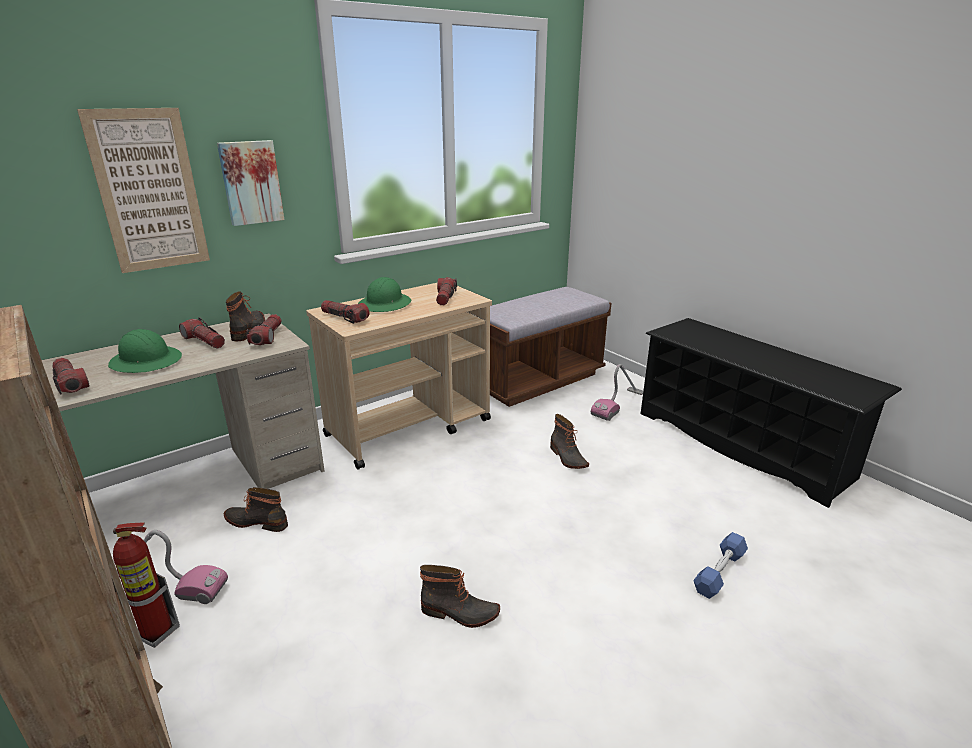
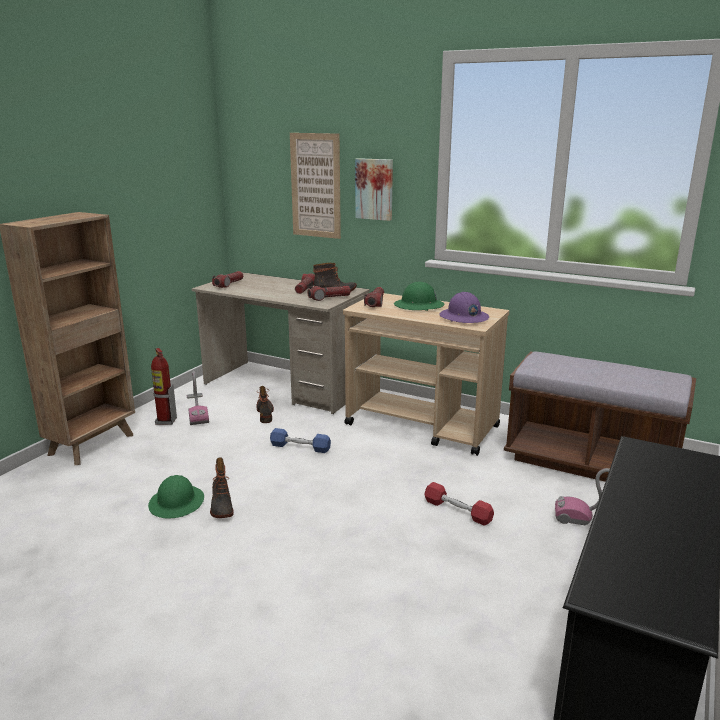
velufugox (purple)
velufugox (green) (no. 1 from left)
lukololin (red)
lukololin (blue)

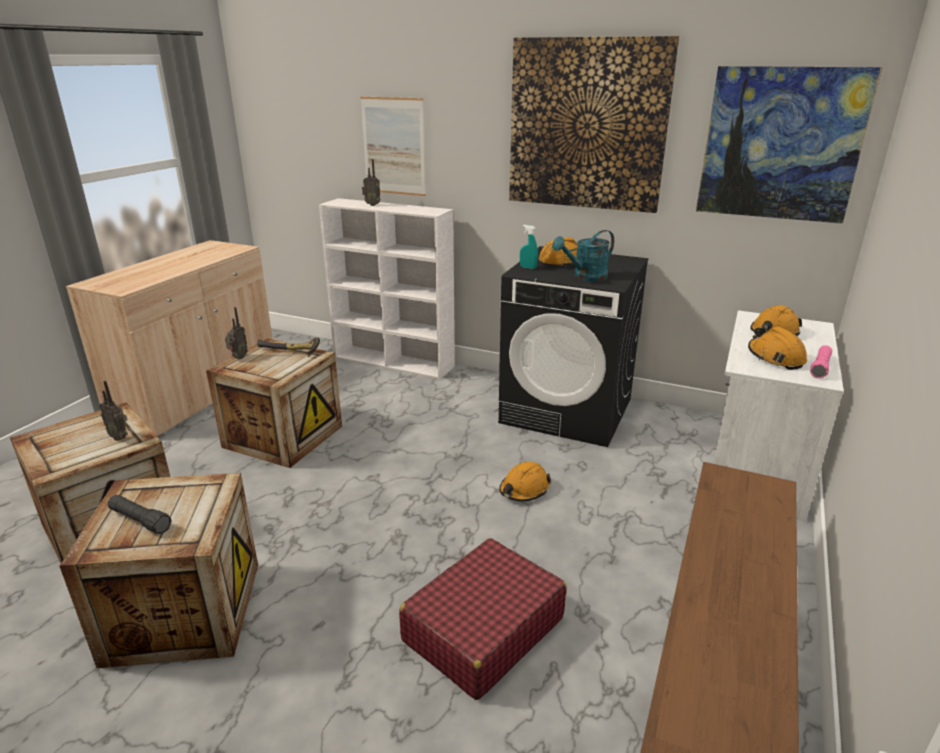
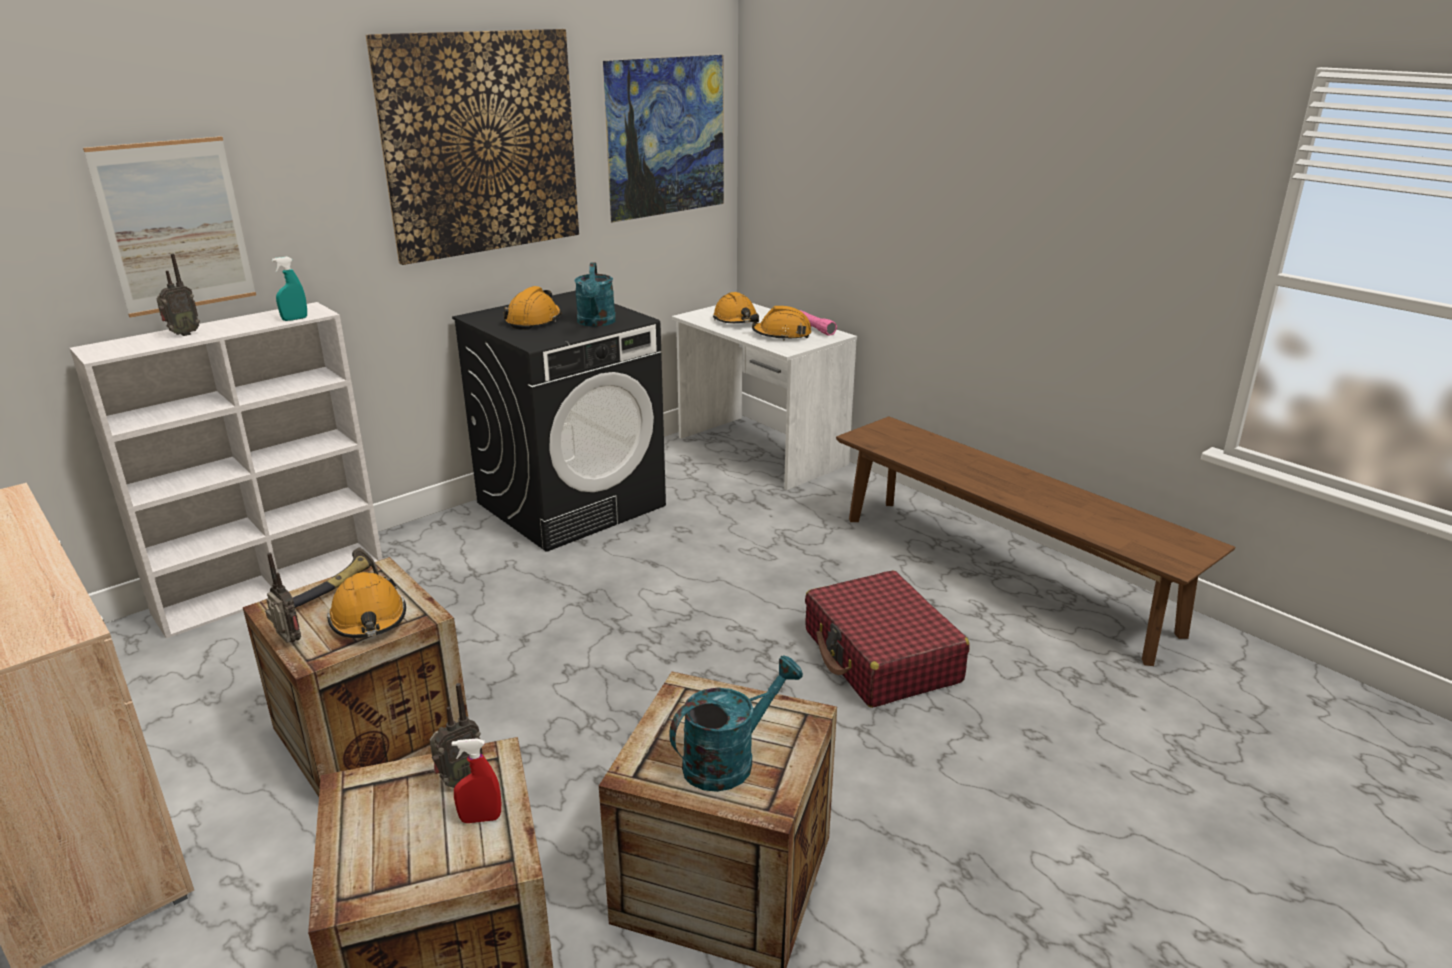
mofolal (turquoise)
velufugox (orange) (no. 1 from left)
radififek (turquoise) (no. 2 from left)
mofolal (red)

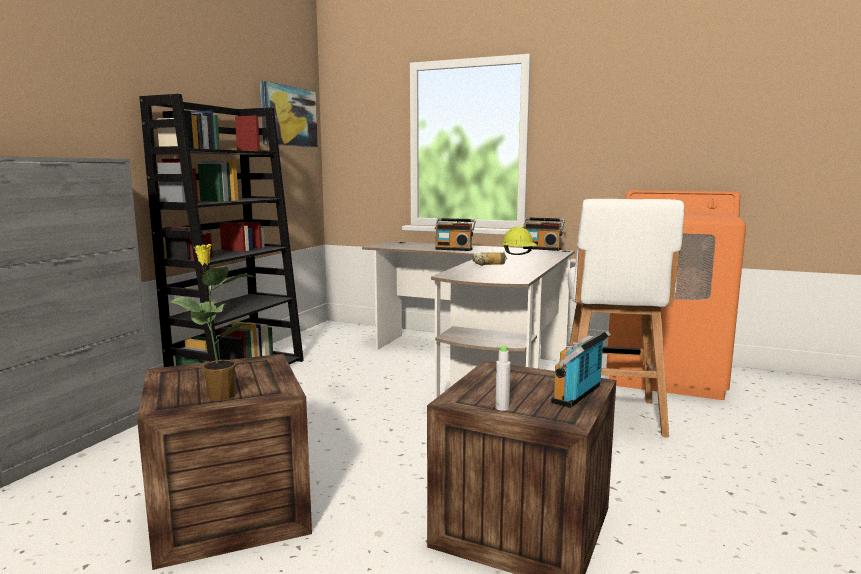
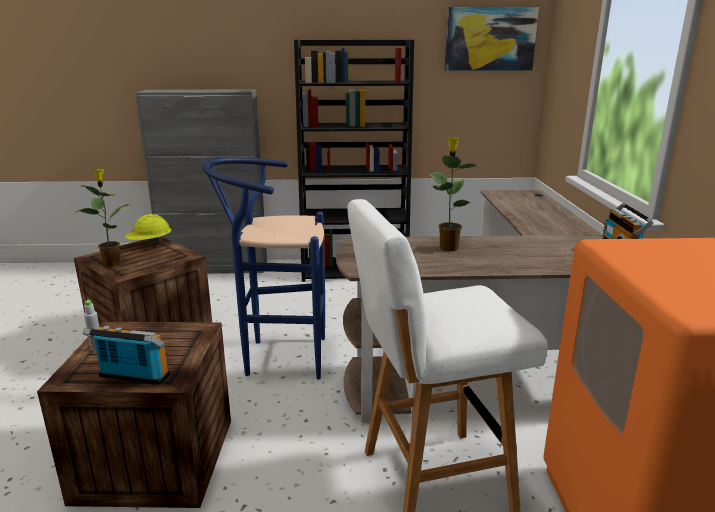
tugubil (no. 1 from left in the first image)
velufugox (yellow)
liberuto (no. 2 from left)
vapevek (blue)

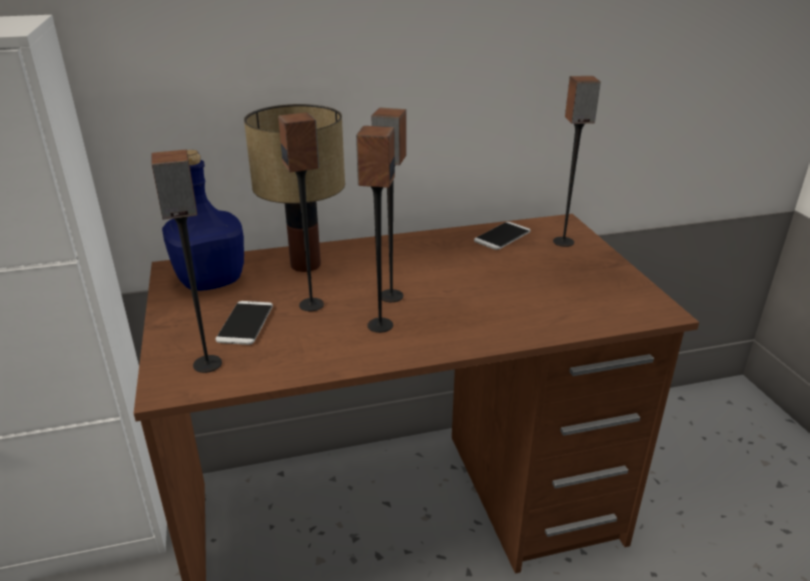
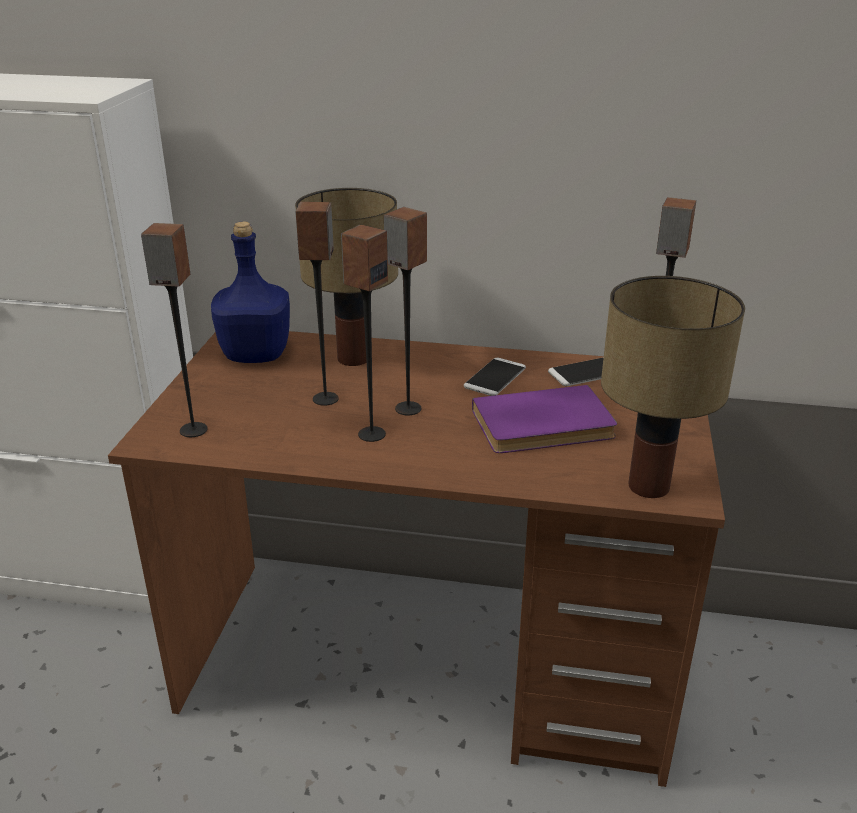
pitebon (no. 1 from left)
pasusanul (no. 2 from left)
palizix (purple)

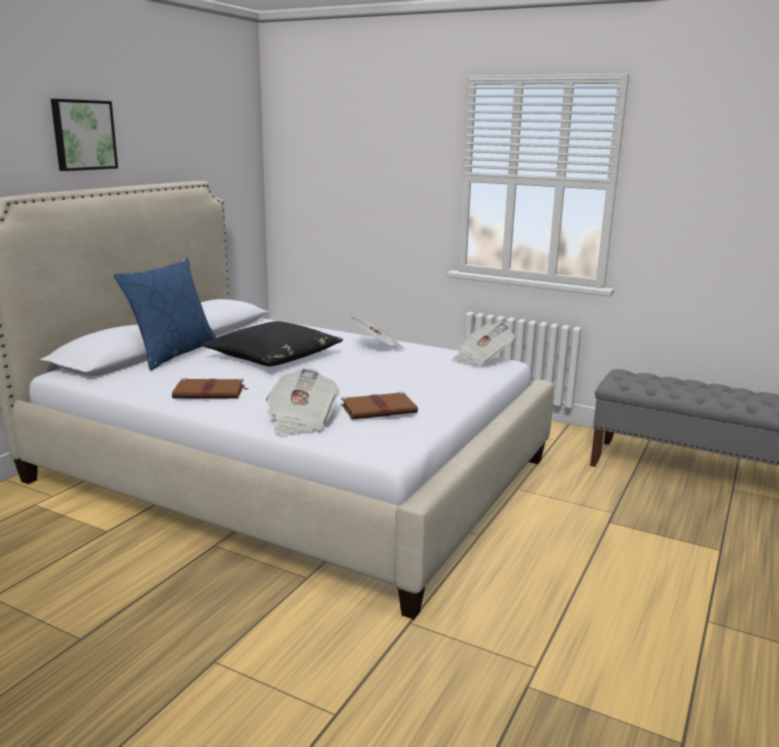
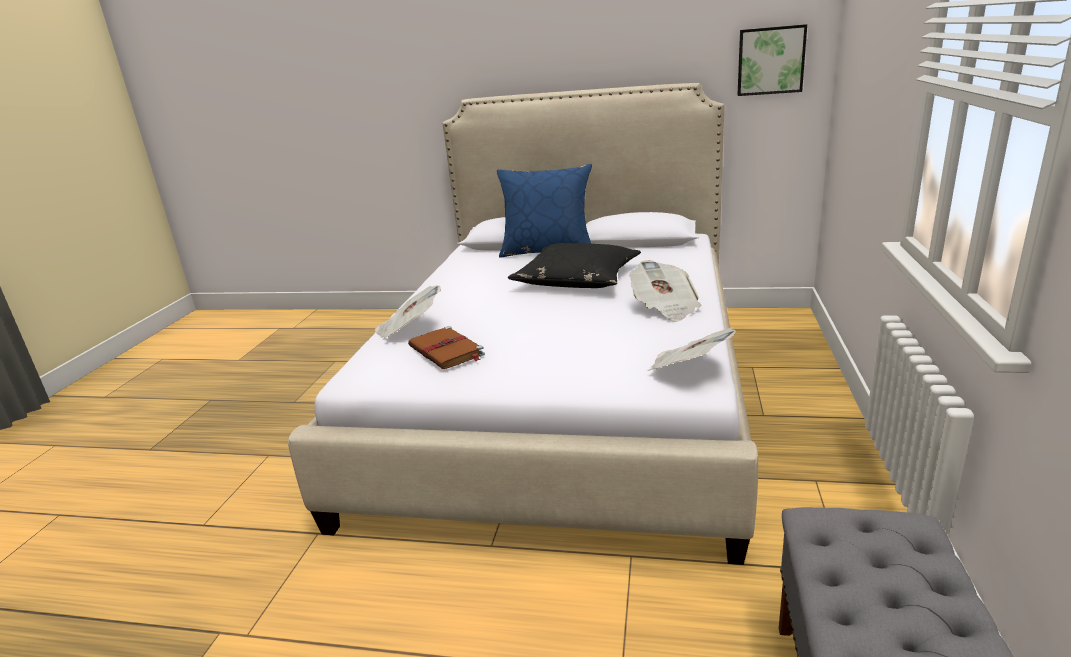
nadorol
palizix (brown) (no. 1 from left in the first image)

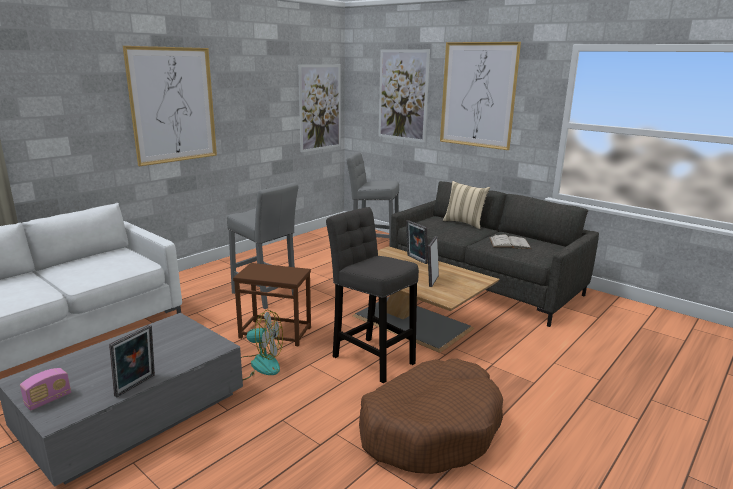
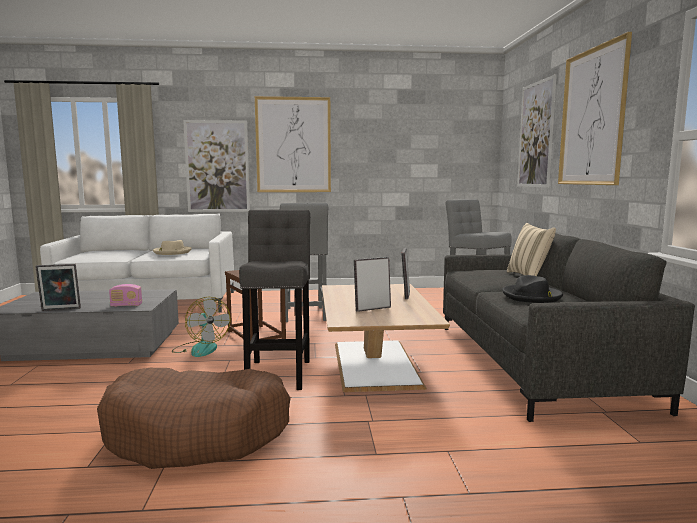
nadorol (no. 1 from left)
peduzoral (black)
tugubil
peduzoral (beige)

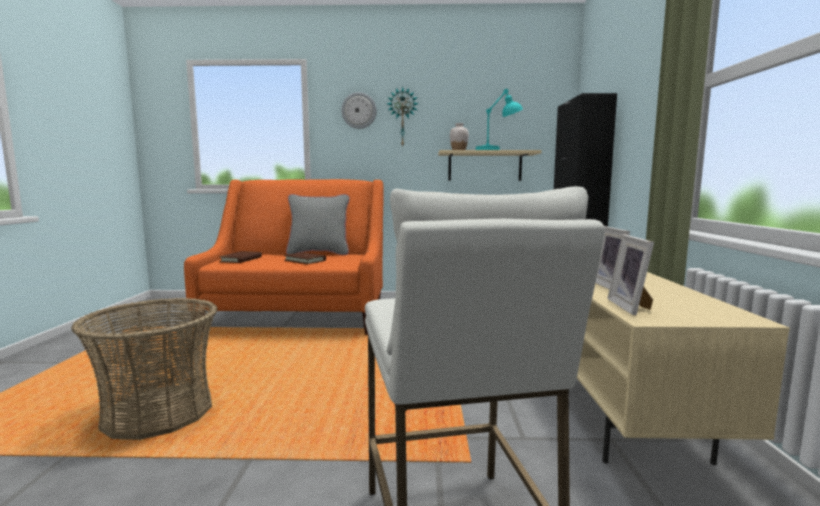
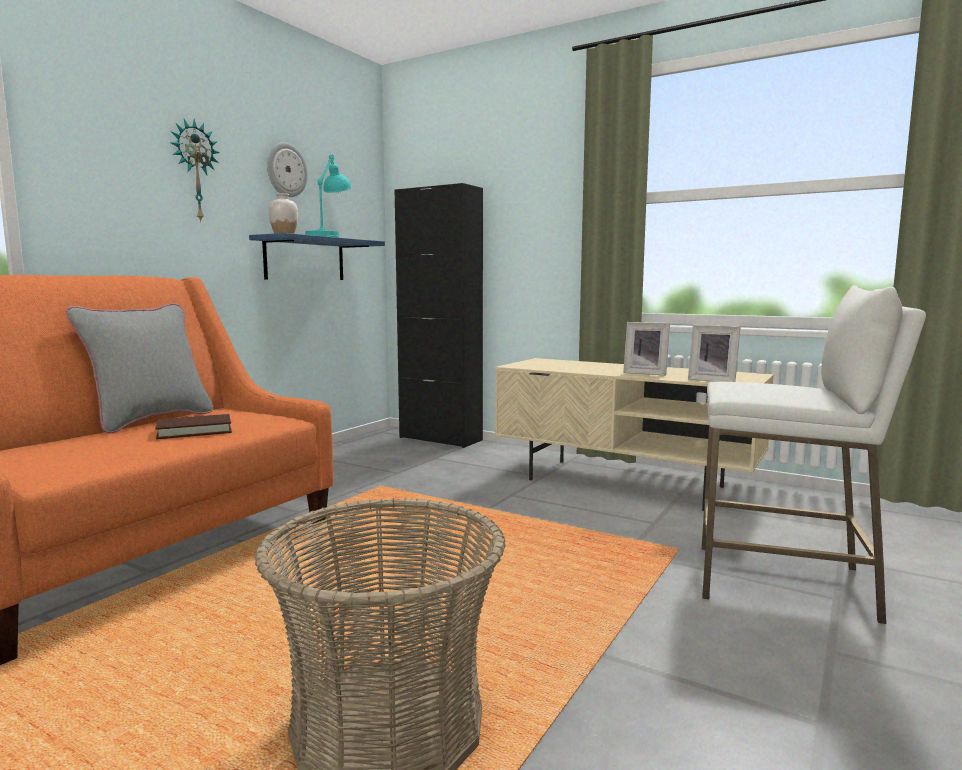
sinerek (no. 2 from left)
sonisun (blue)
palizix (brown) (no. 1 from left in the first image)

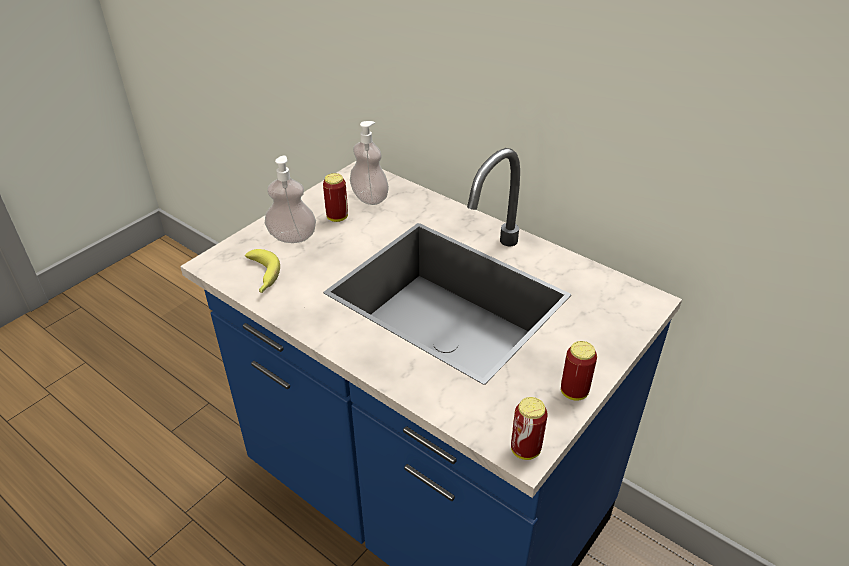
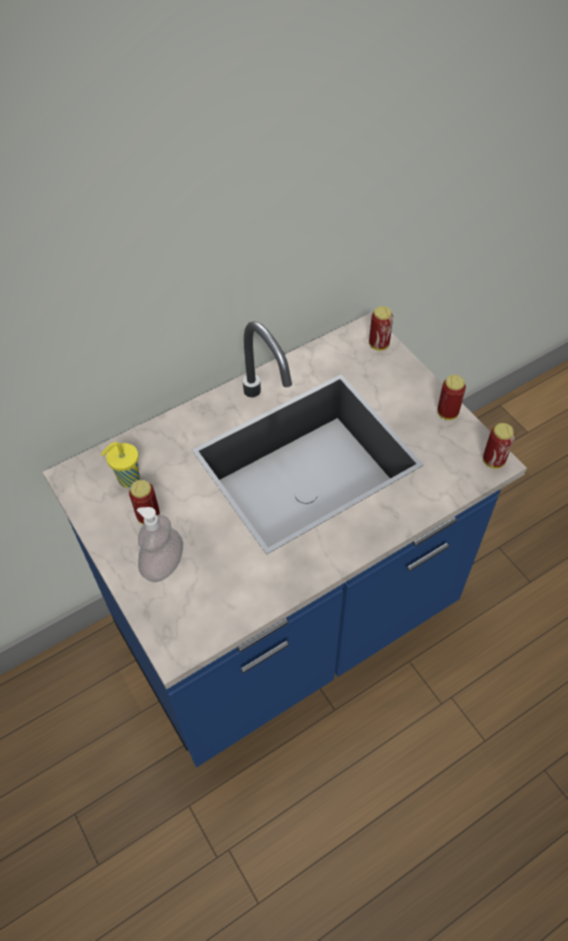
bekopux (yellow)
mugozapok
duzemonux (no. 2 from left)

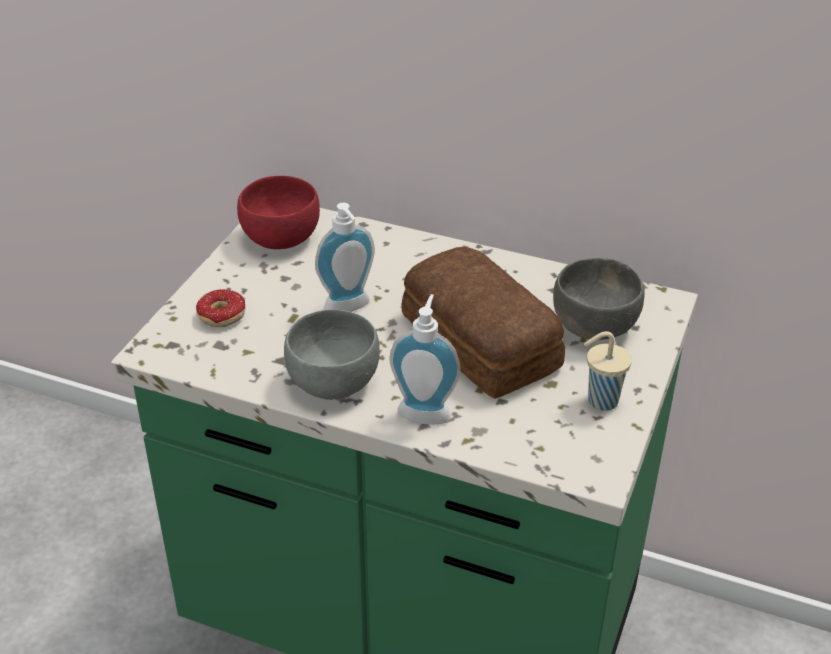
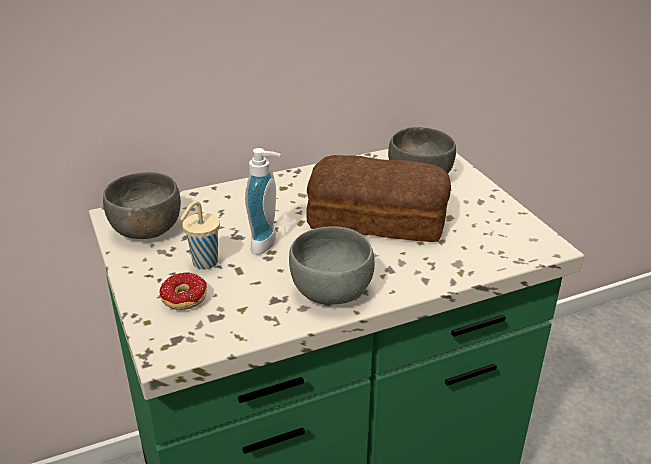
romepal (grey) (no. 1 from left)
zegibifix (no. 2 from left in the first image)
bekopux (beige)

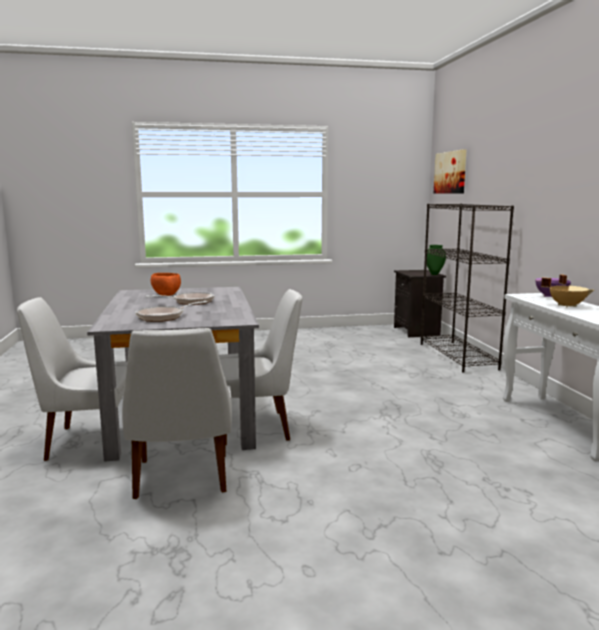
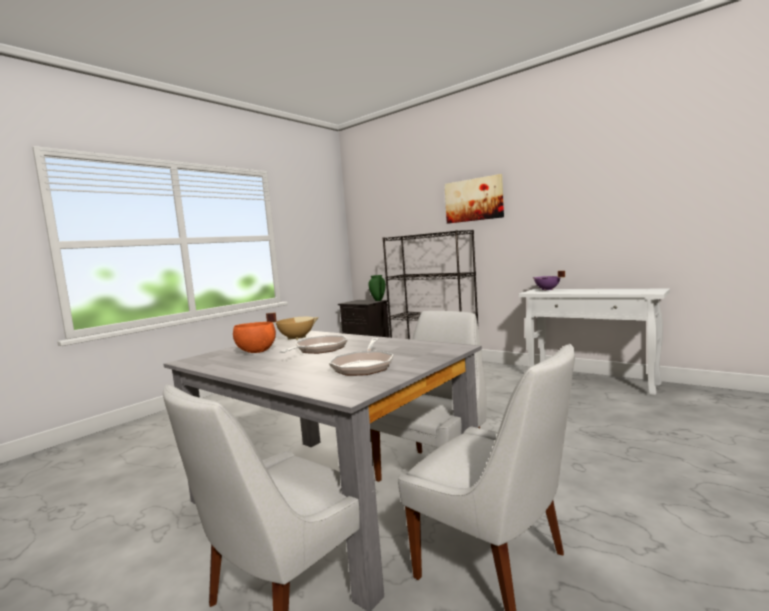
nadorol
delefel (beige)

